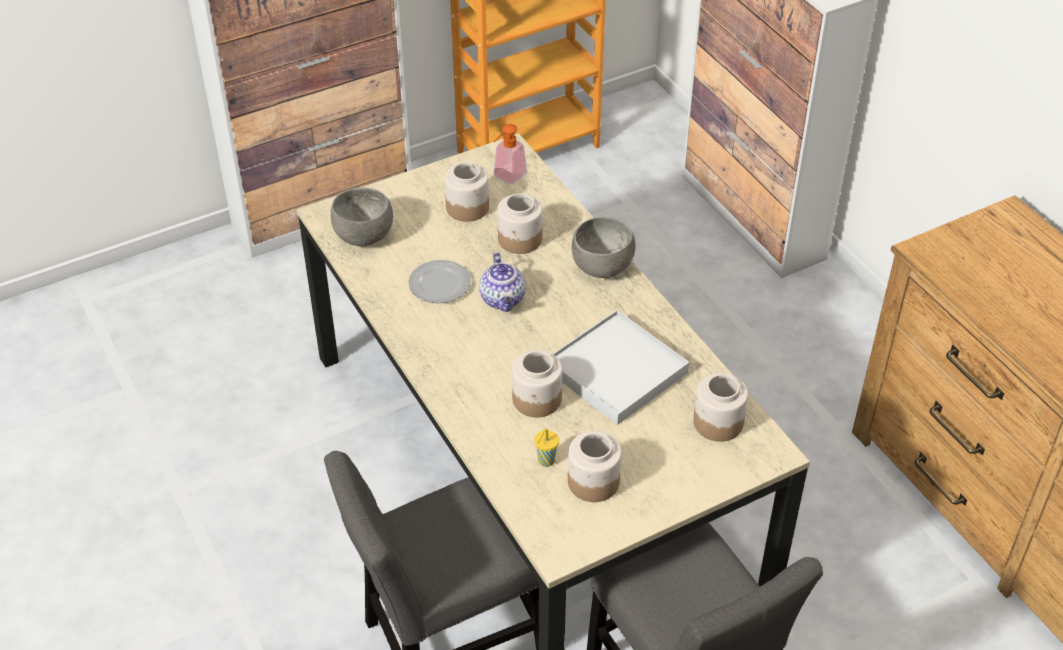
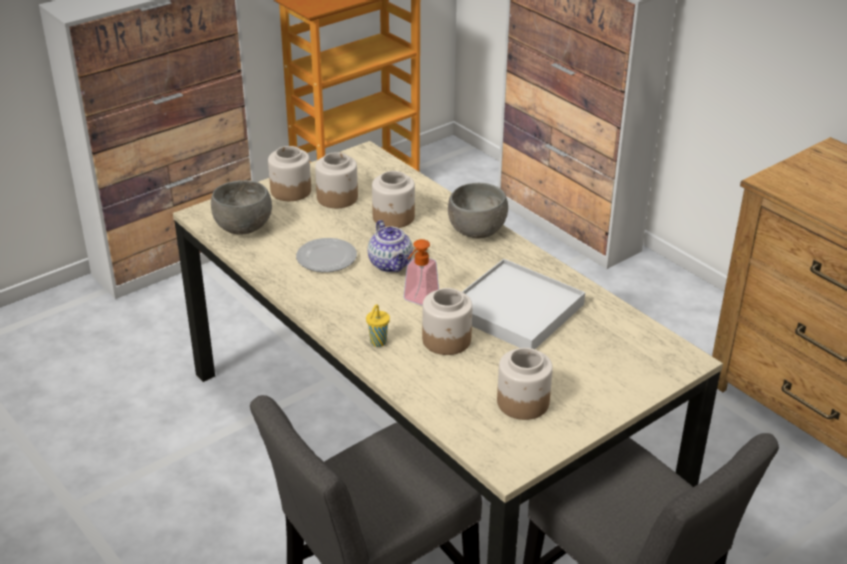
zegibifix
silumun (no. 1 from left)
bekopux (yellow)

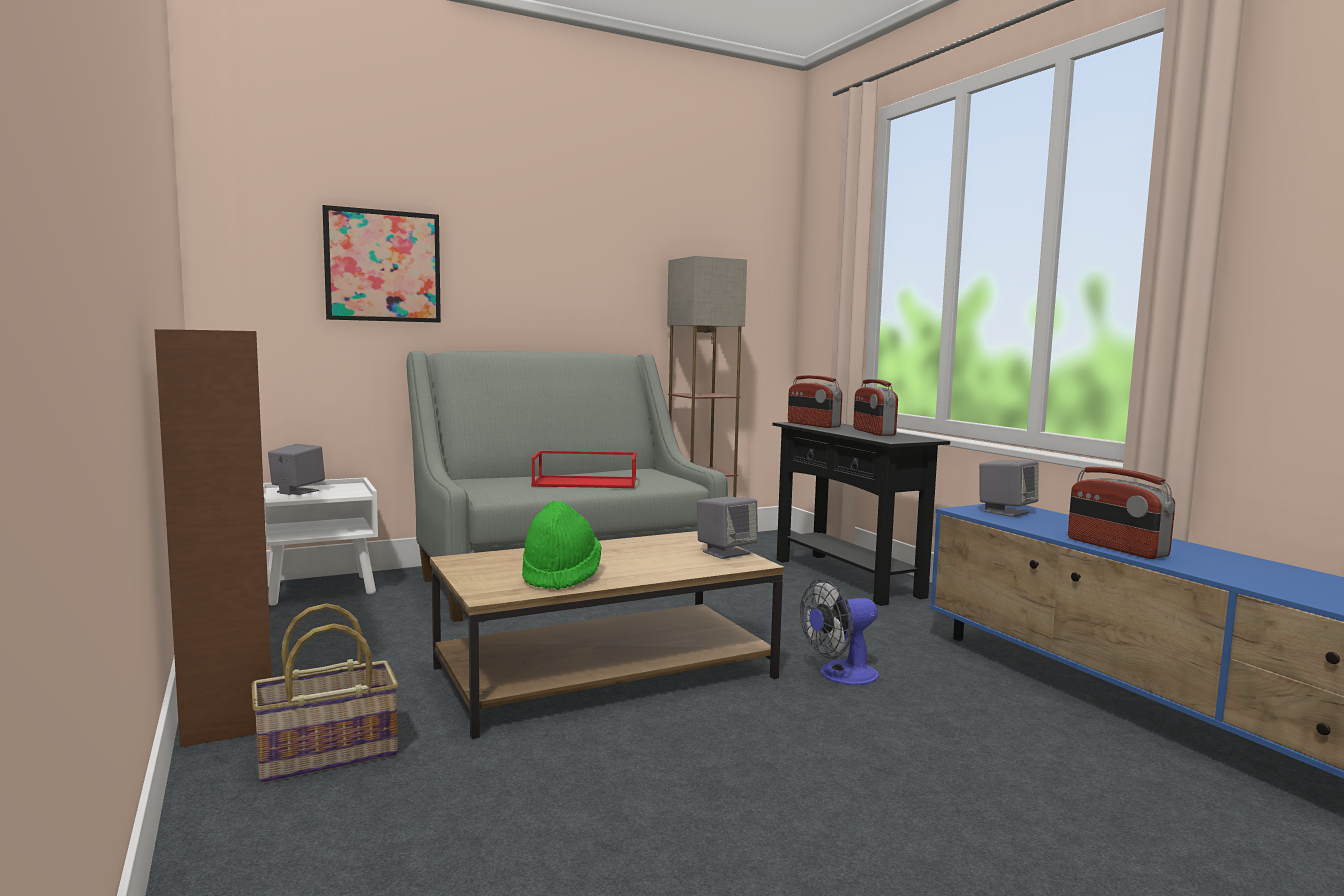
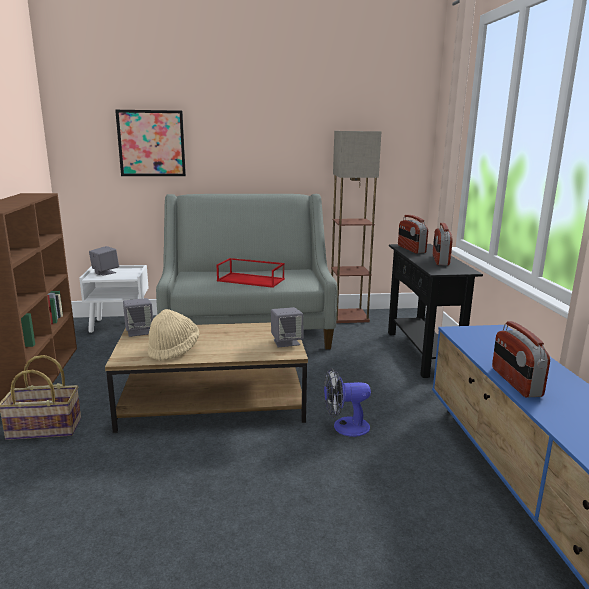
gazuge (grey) (no. 2 from left)
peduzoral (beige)

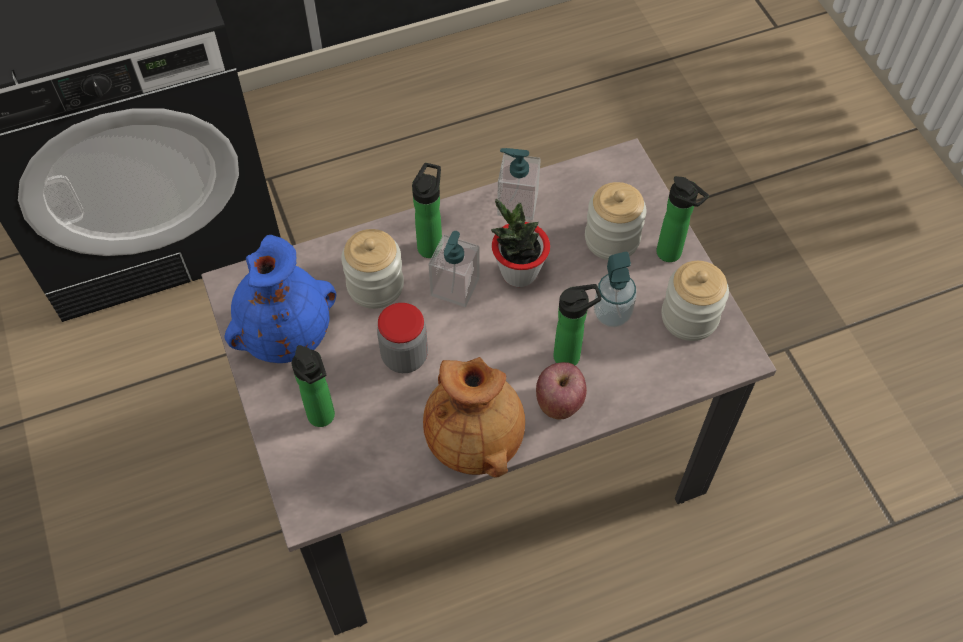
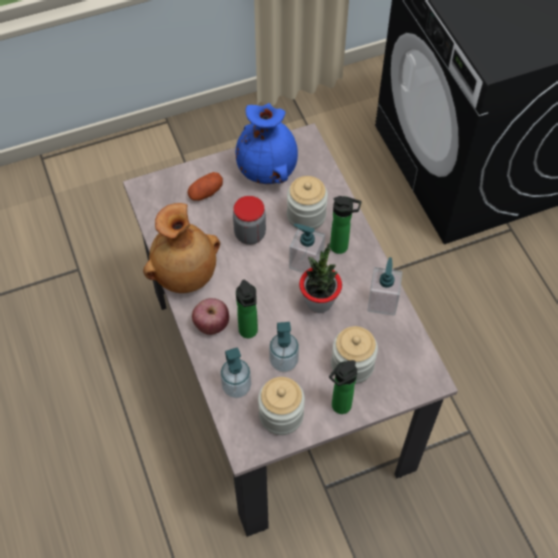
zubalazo
zegibifix (no. 1 from left)

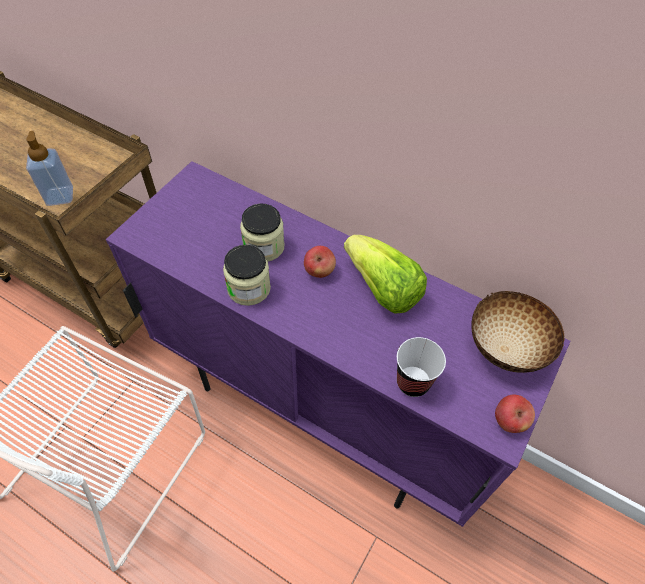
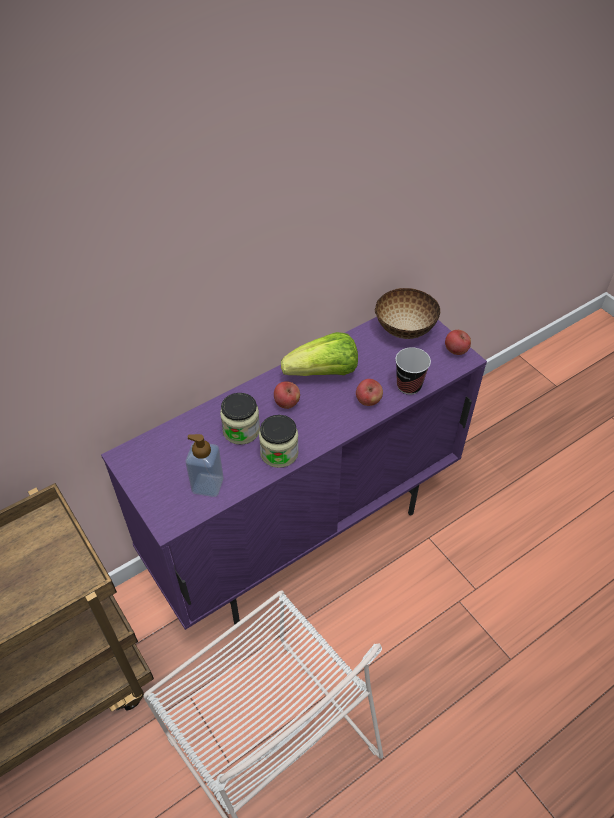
zegibifix
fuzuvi (no. 2 from left)

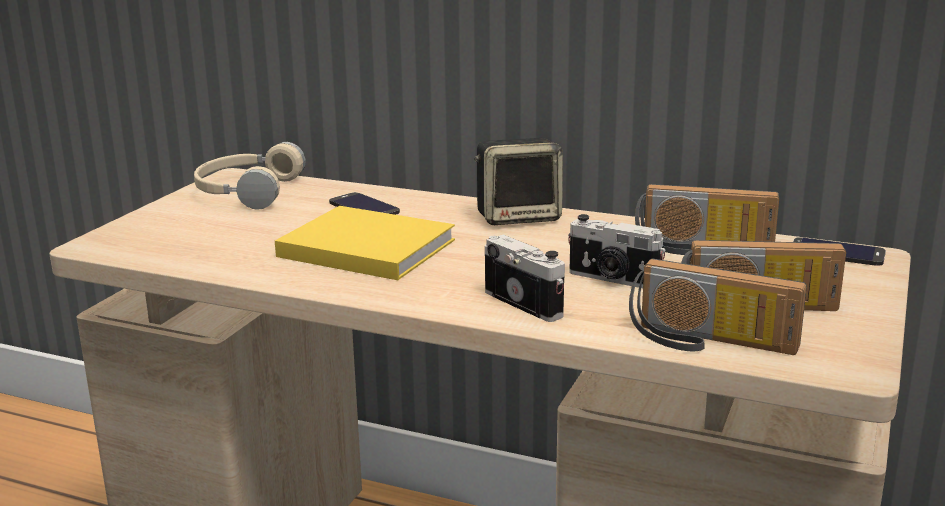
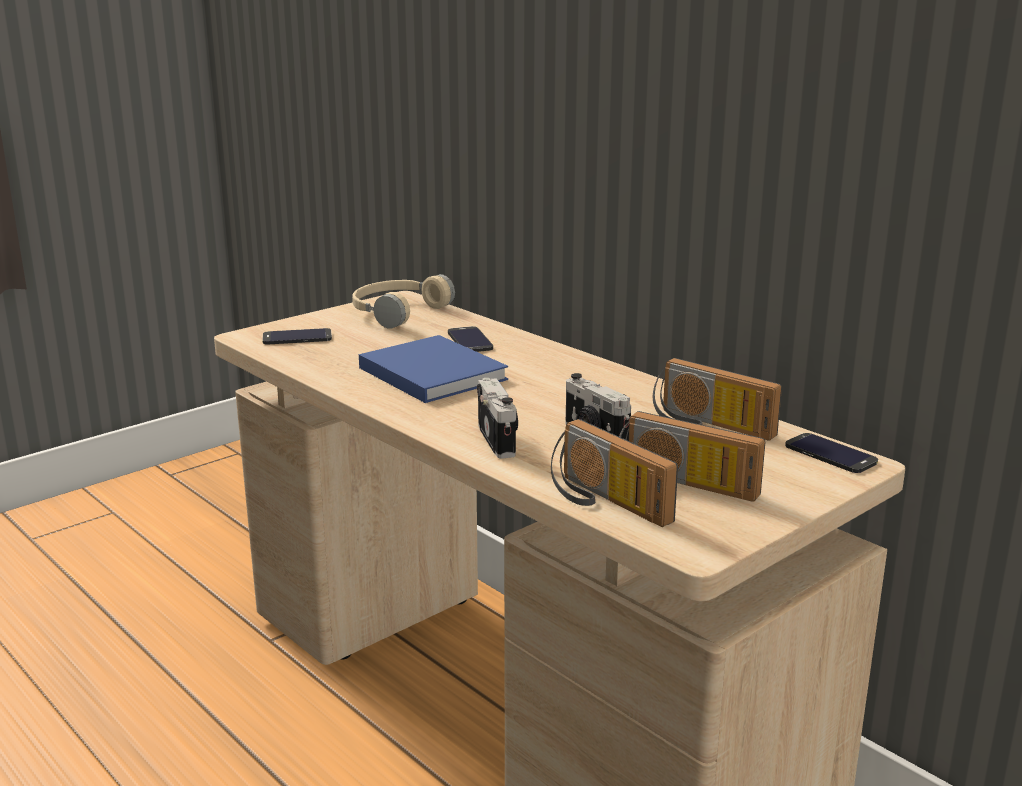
gazuge
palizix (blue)
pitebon (no. 1 from left)

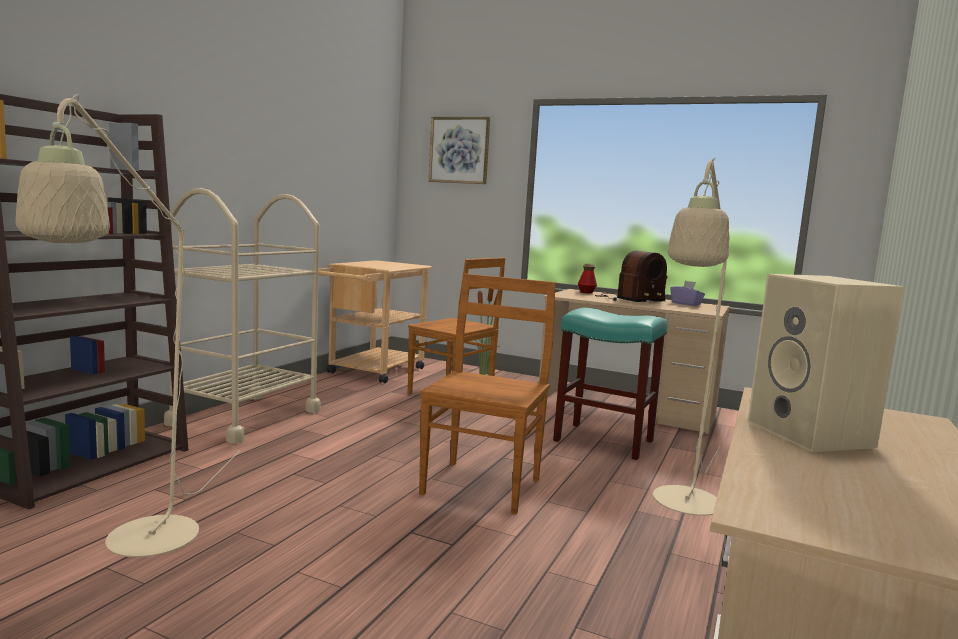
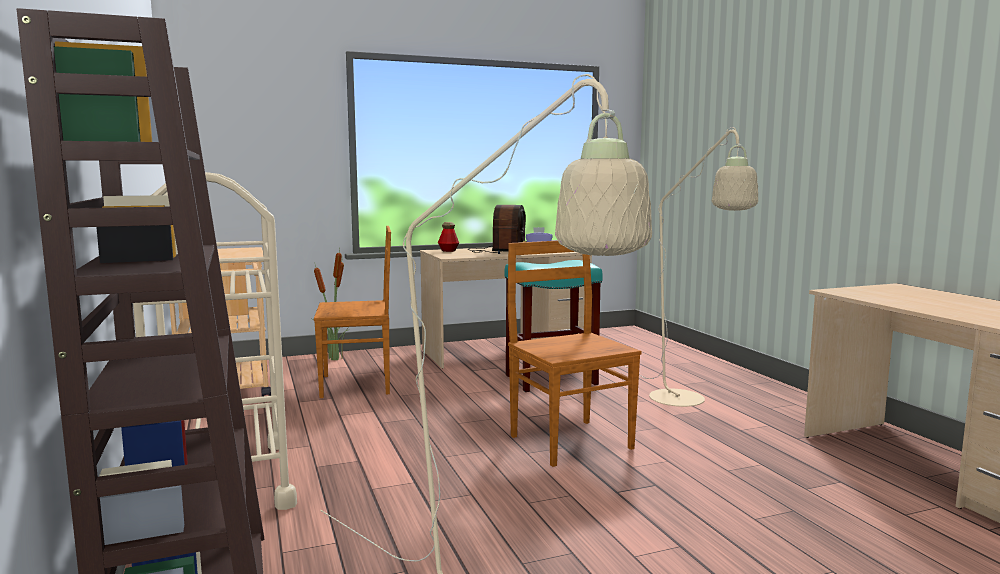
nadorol
gazuge (beige)

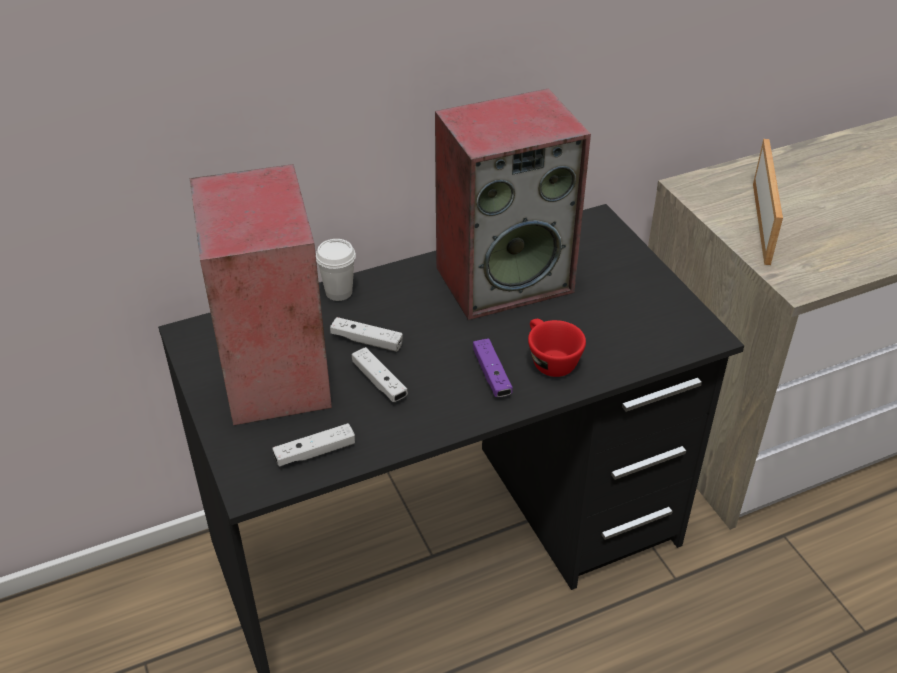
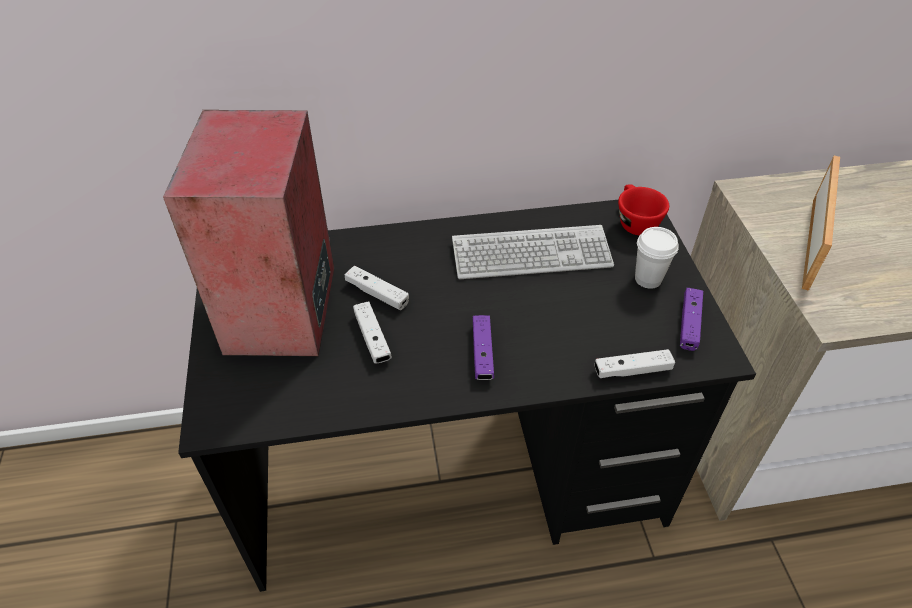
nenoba
bekopux (white)
bekopux (red)
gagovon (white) (no. 3 from left)
gagovon (purple) (no. 2 from left)

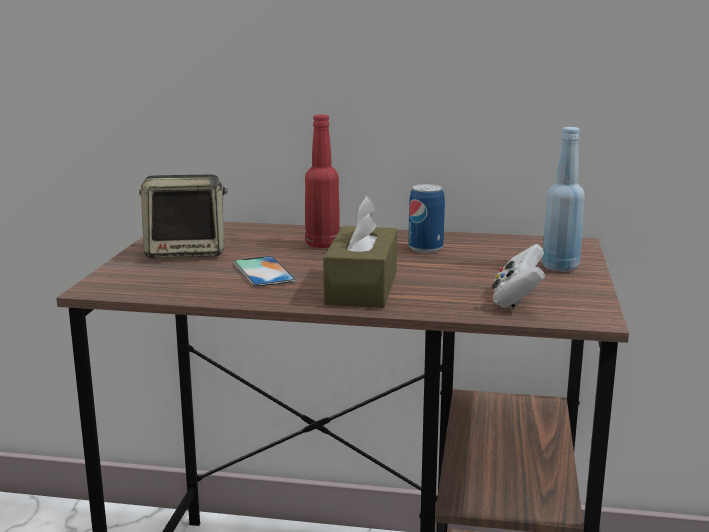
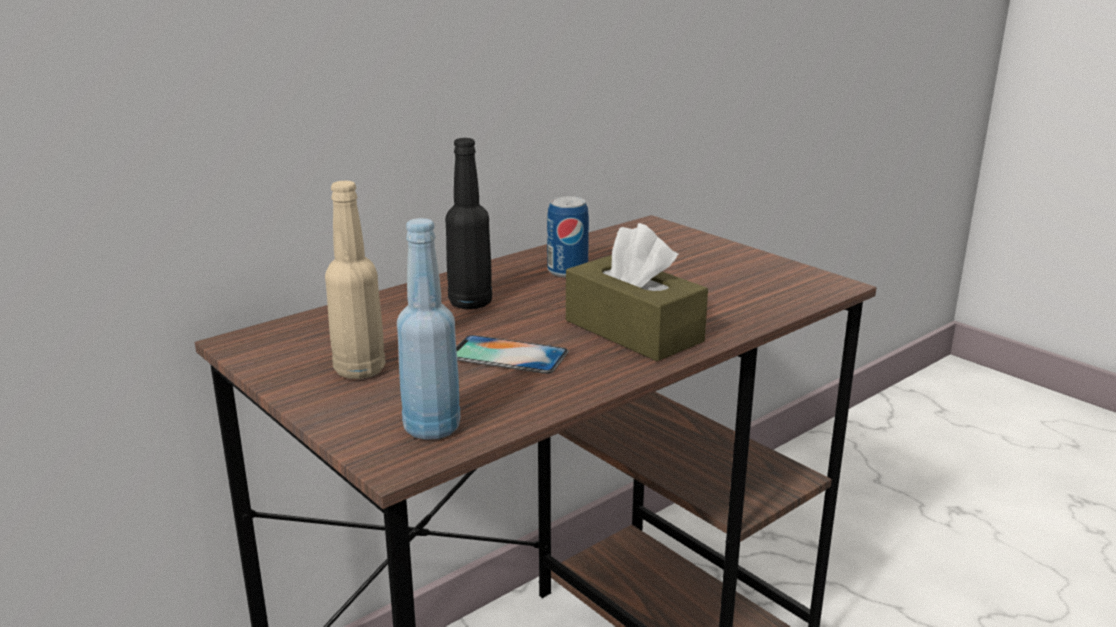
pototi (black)
pototi (blue)
pototi (beige)
gagovon (white)

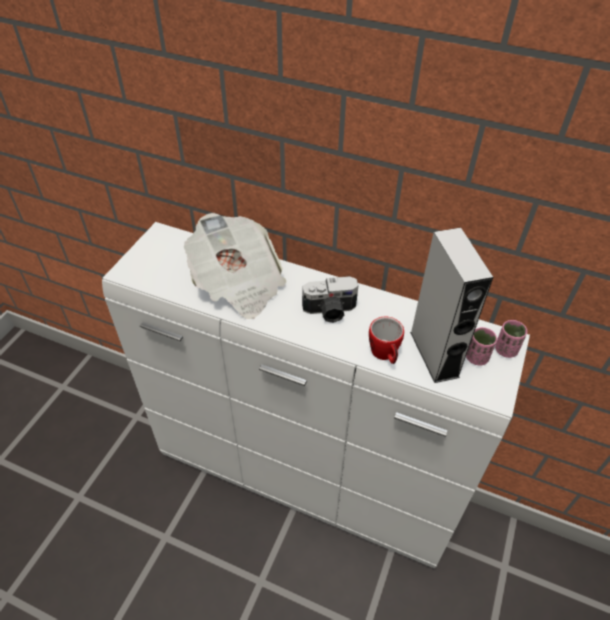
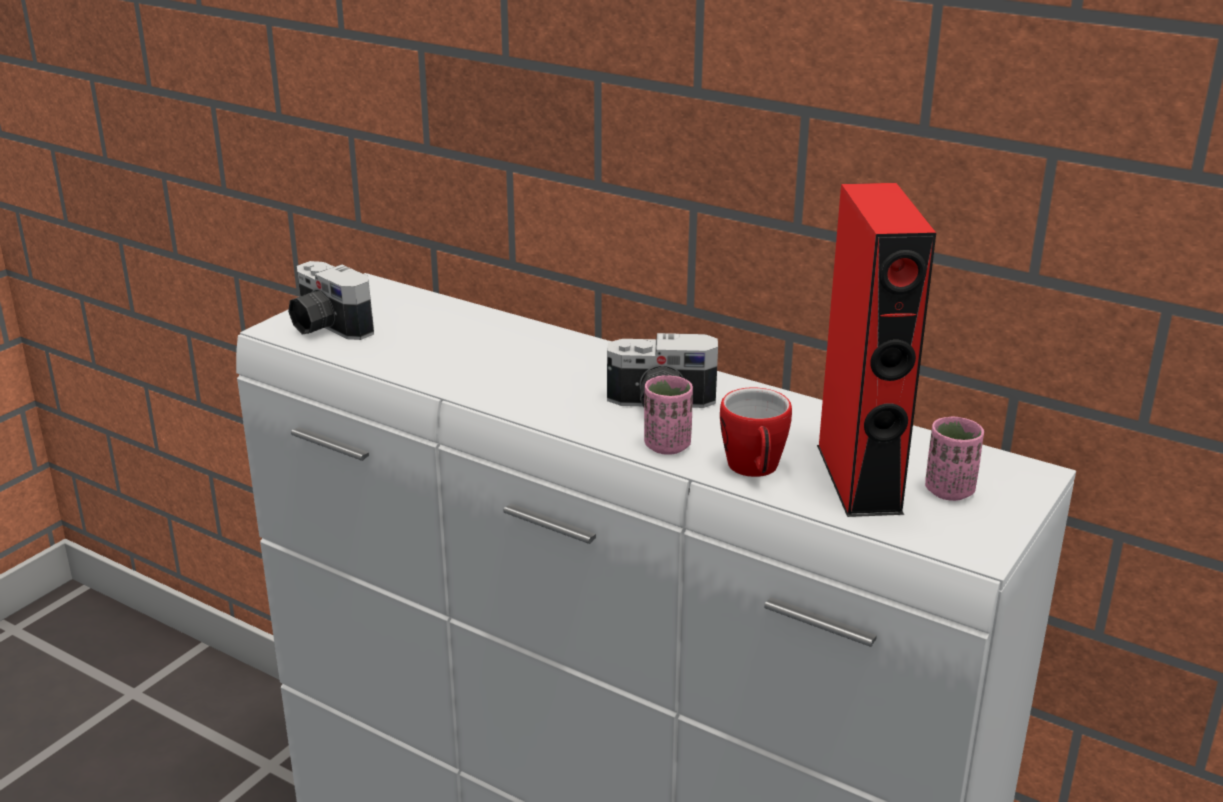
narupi
gazuge (red)
bekopux (pink) (no. 1 from left)
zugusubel (no. 1 from left)

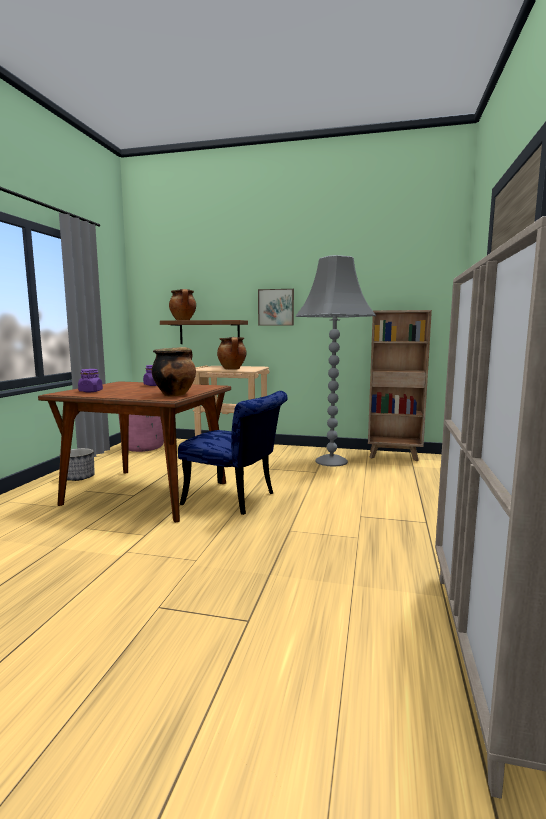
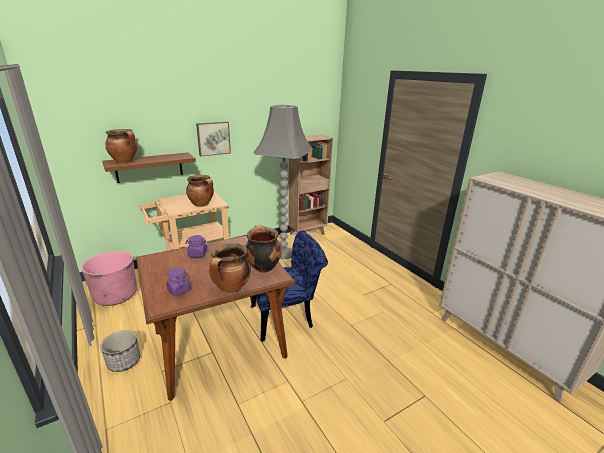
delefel (no. 3 from left)

